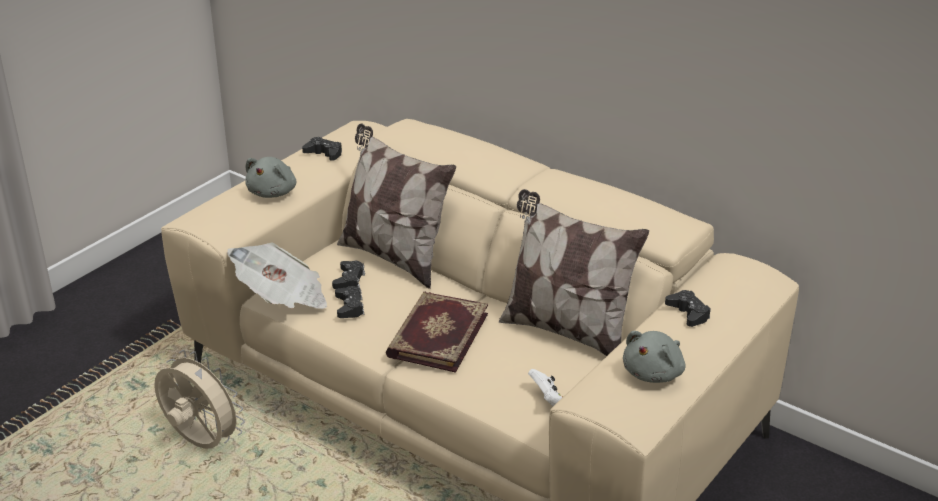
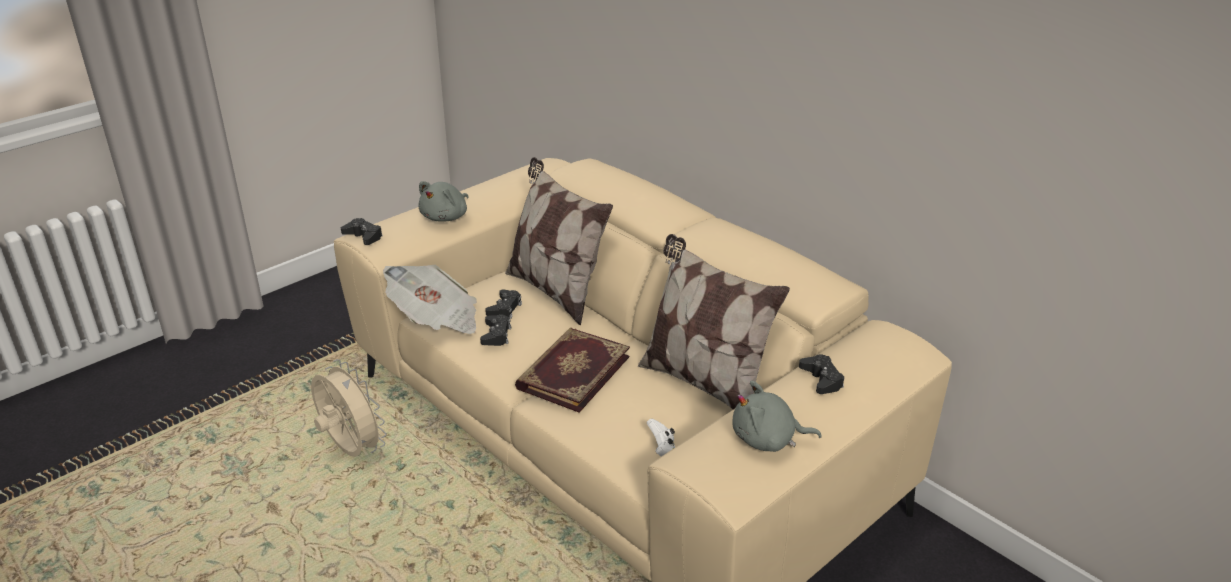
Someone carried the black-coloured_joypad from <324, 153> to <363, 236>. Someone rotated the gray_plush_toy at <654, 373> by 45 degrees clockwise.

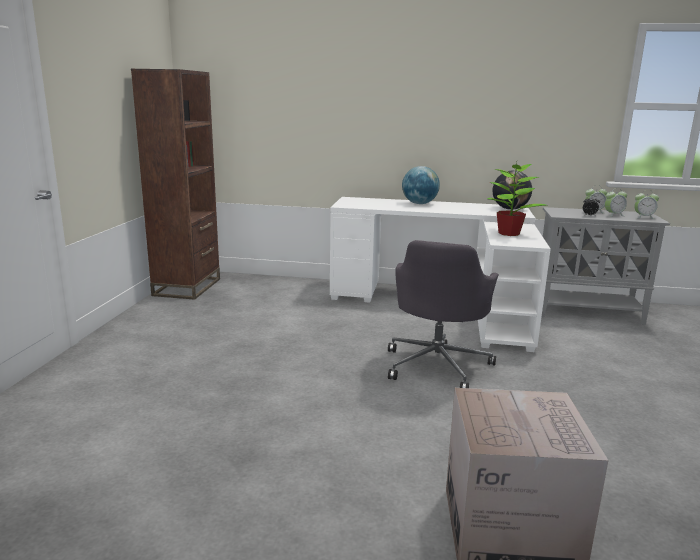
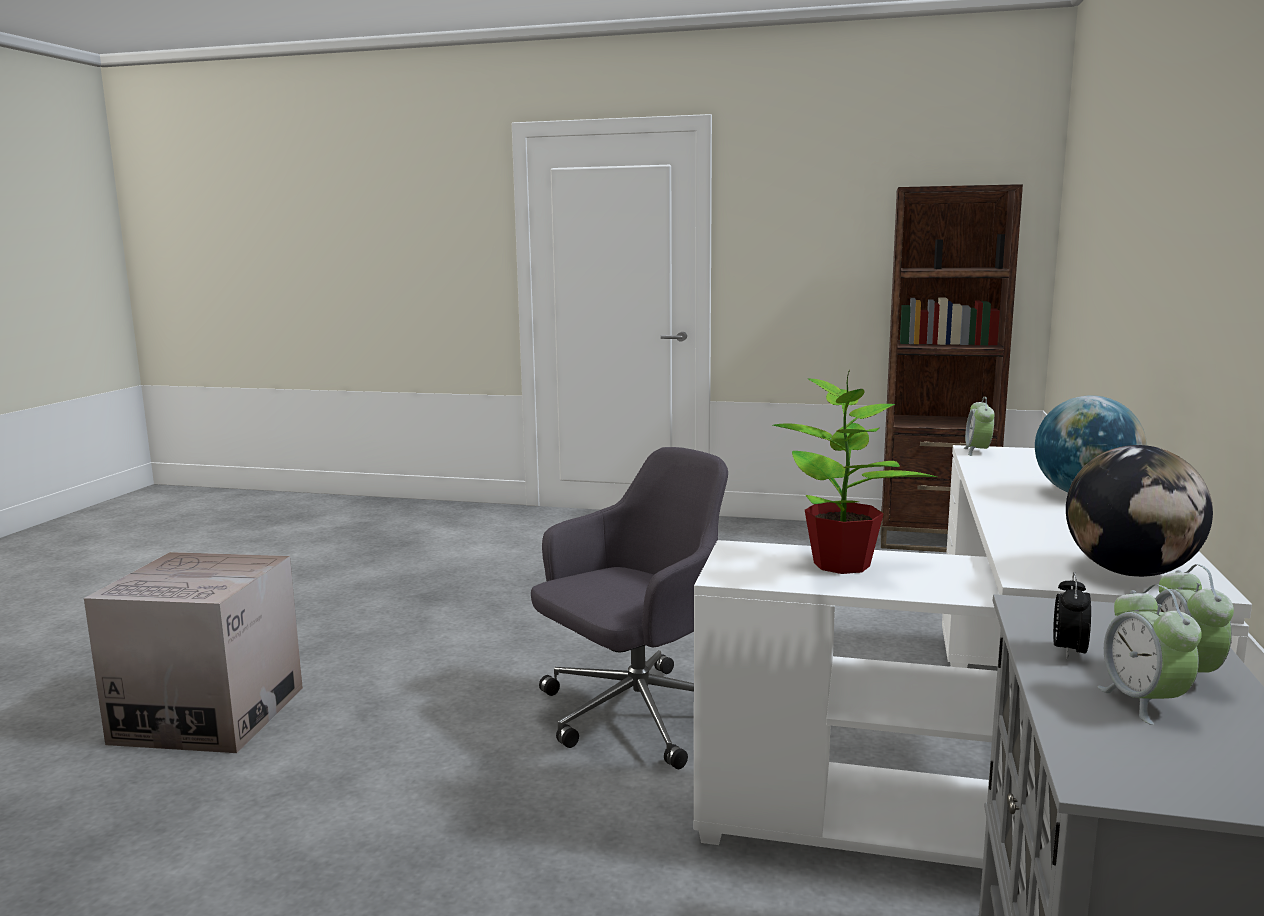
Someone rotated the gray_computer_chair at <437, 365> by 120 degrees clockwise. Someone carried the table_clock from <643, 217> to <977, 452>.

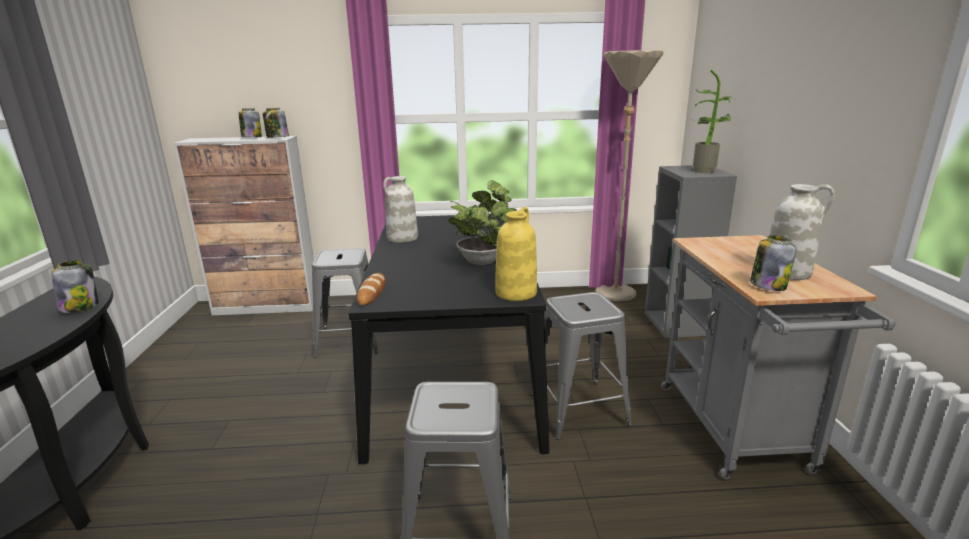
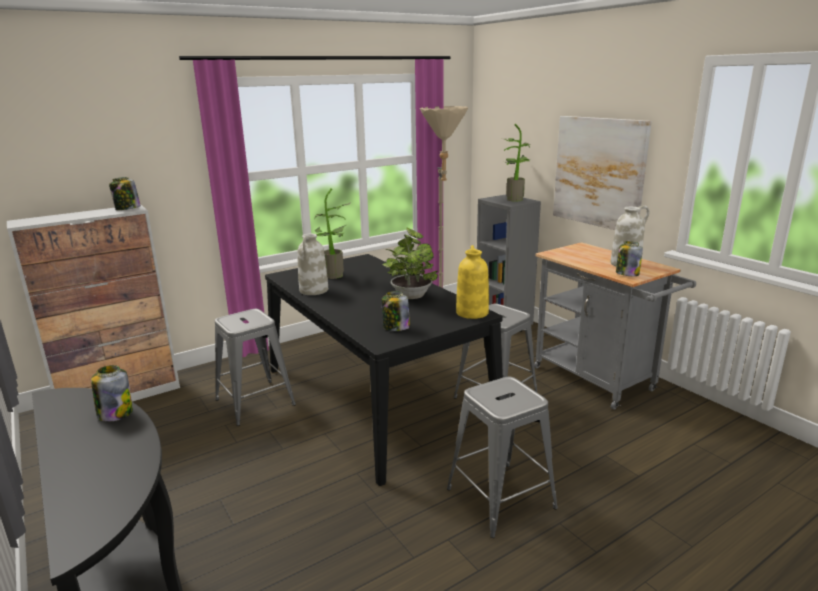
Someone put down the plant_in_a_pot at <334, 276>. Someone carried the jar from <251, 137> to <395, 327>. Someone put up the picture at <599, 172>. Someone took away the bakery_bread at <372, 292>.

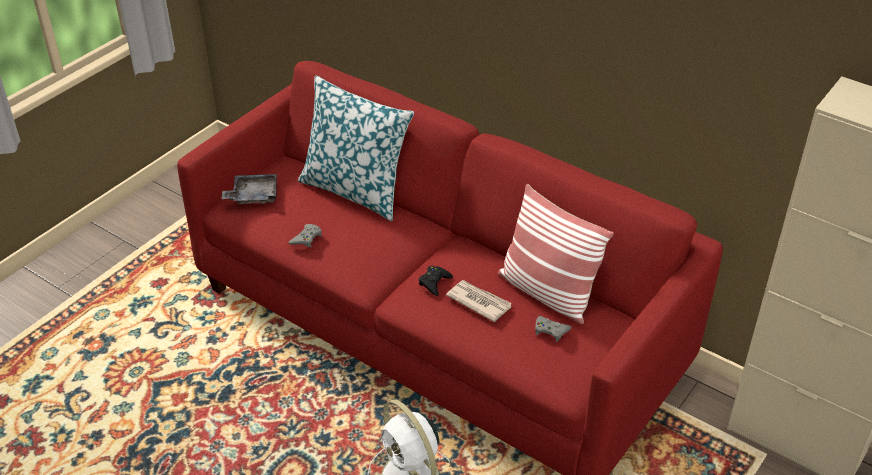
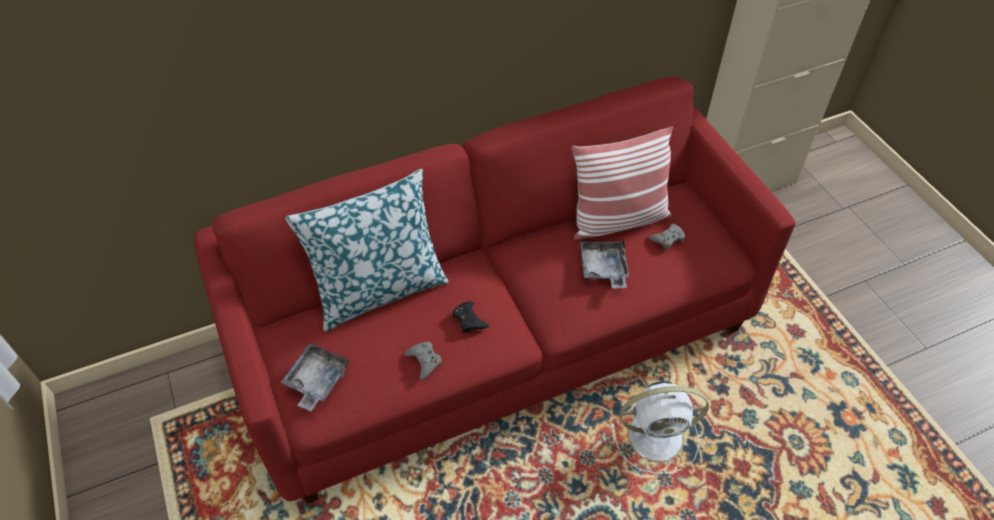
Someone carried the black-coloured_joypad from <434, 282> to <469, 320>. Someone swapped the newspaper at <478, 302> for the gray_carrying_tray at <603, 269>.

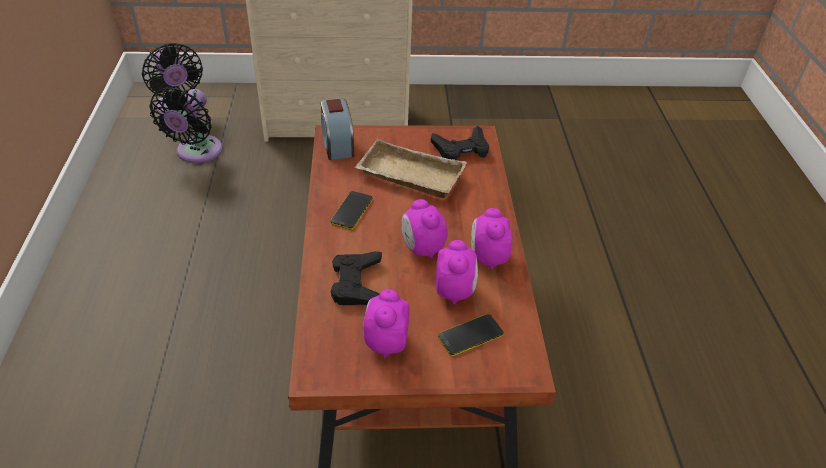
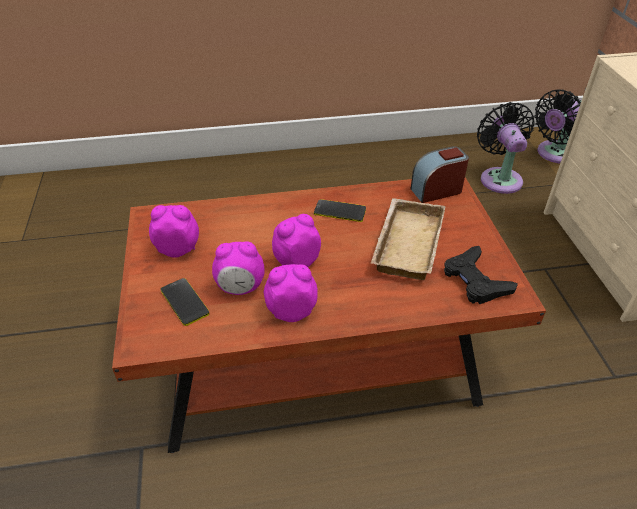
Someone rotated the black-coloured_fan at <197, 153> by 75 degrees clockwise. Someone took away the black-coloured_joypad at <356, 283>.

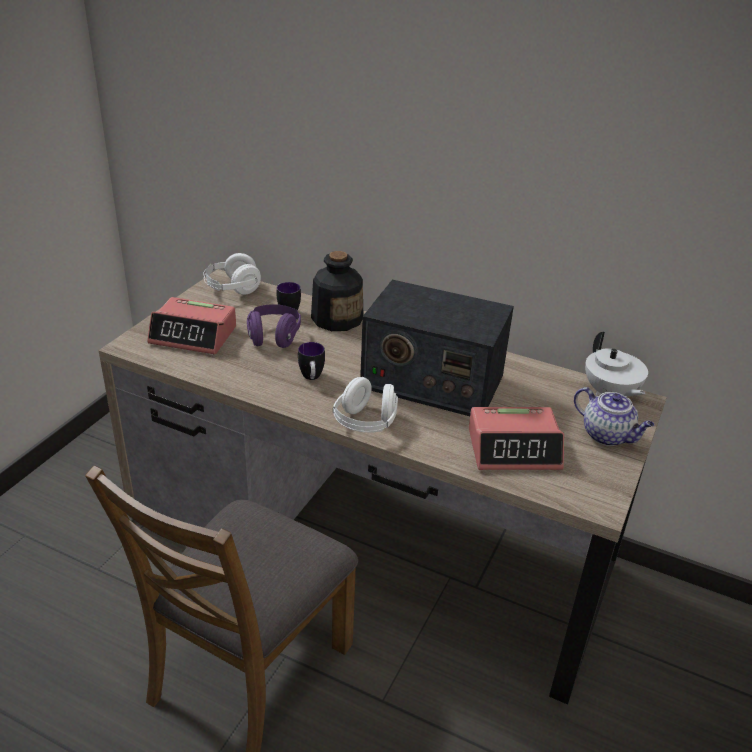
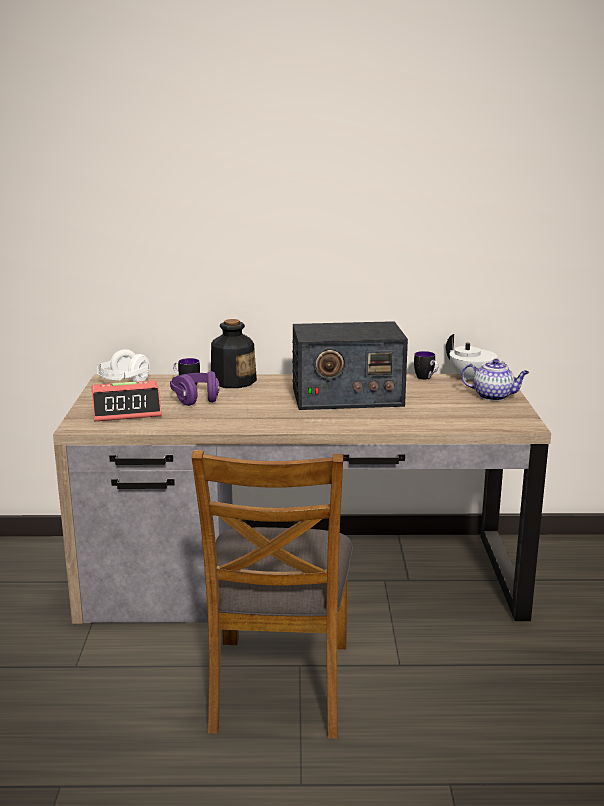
Someone carried the mug from <311, 378> to <426, 378>. Someone took away the white-coloured_headset at <365, 423>. Someone took away the table_clock at <514, 449>.

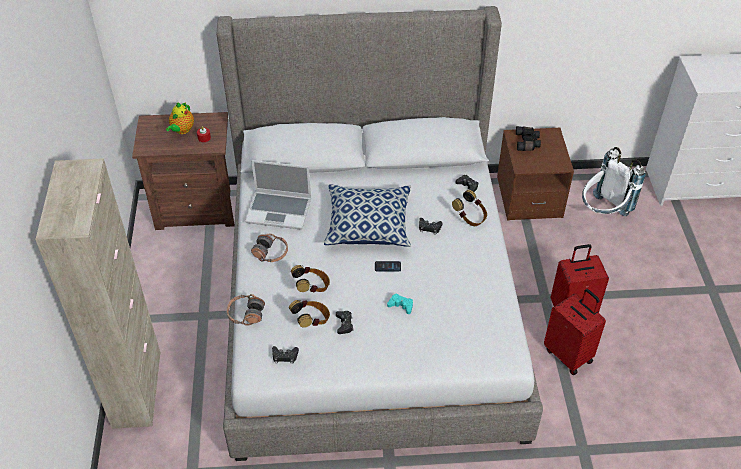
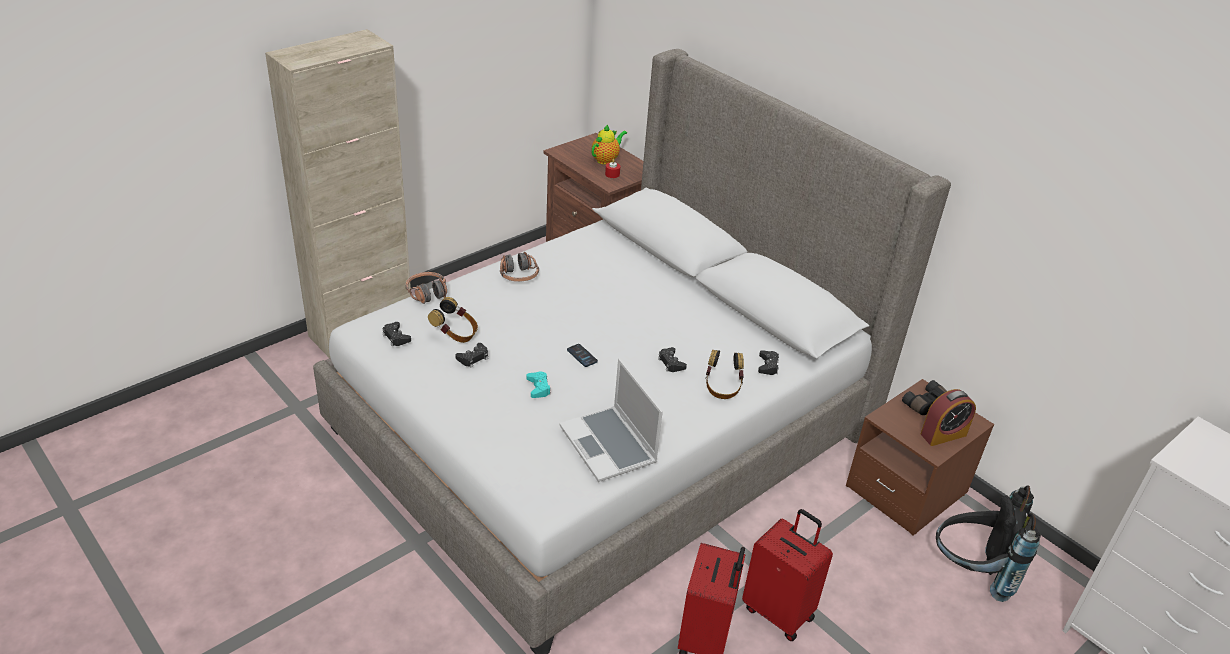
Someone carried the portable_computer from <280, 210> to <609, 445>. Someone rotated the pot_for_tea at <182, 130> by 150 degrees clockwise. Someone put down the table_clock at <943, 434>. Someone repainted the white-coloured_knapsack at <603, 213>, which became the black-coloured_knapsack at <970, 573>. Someone took away the headset at <312, 287>. Someone took away the pillow at <368, 225>.

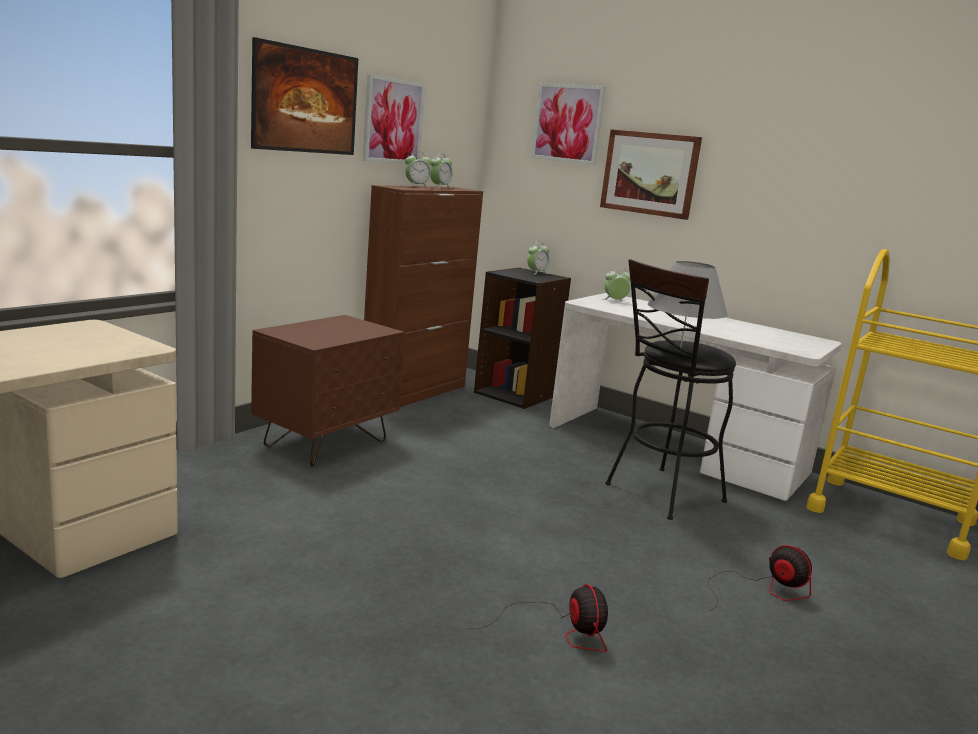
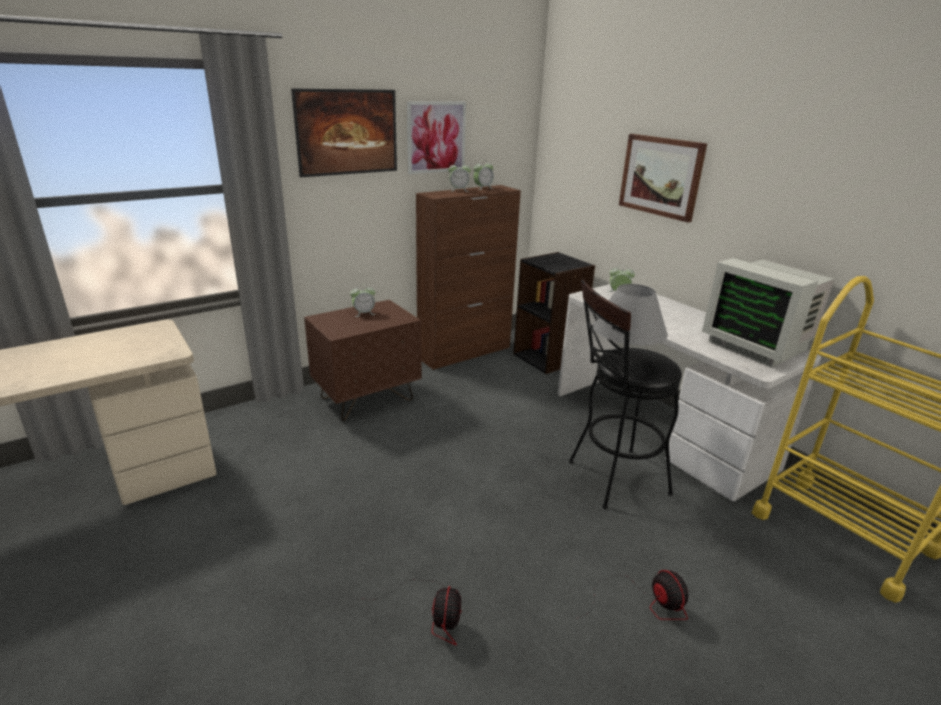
Someone carried the table_clock from <536, 273> to <364, 313>. Someone put down the computer_display at <757, 345>. Someone took away the picture at <568, 123>.

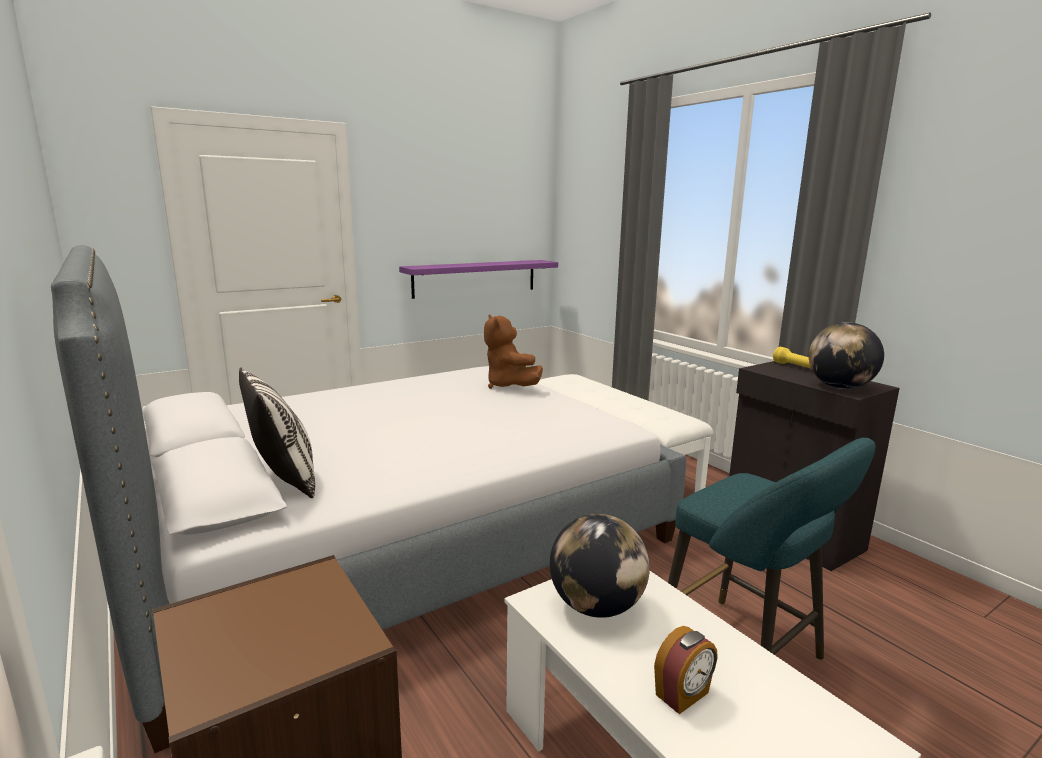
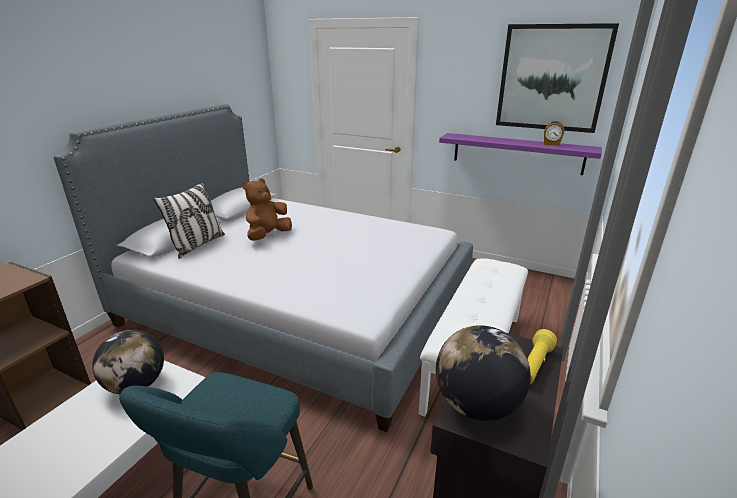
Someone carried the brown_plush_toy from <509, 386> to <268, 236>. Someone put up the picture at <552, 78>. Someone carried the table_clock from <683, 695> to <551, 144>.

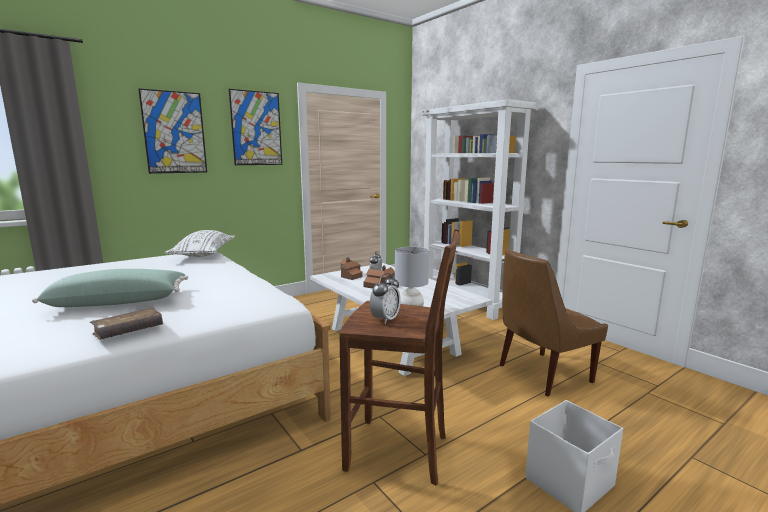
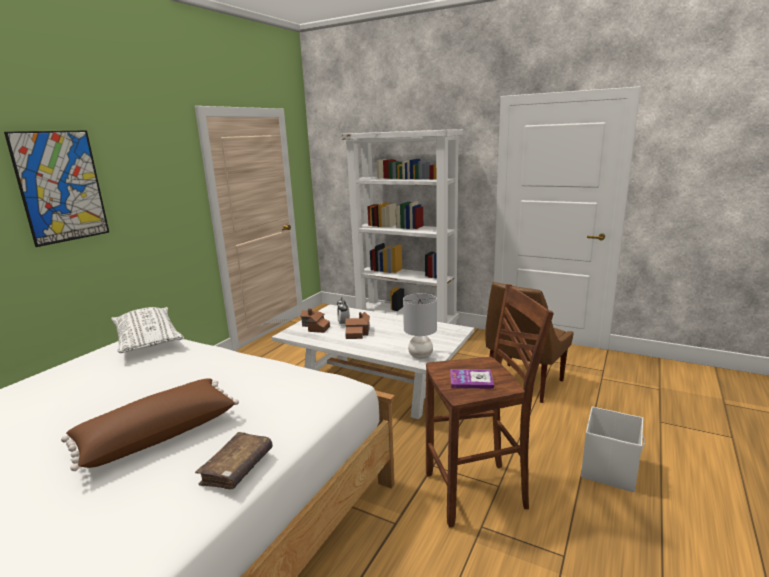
Someone repainted the greenish_pillow at <119, 302>, which became the brown_pillow at <157, 434>. Someone swapped the table_clock at <385, 319> for the bound_book at <471, 380>. Someone took away the picture at <256, 128>.

